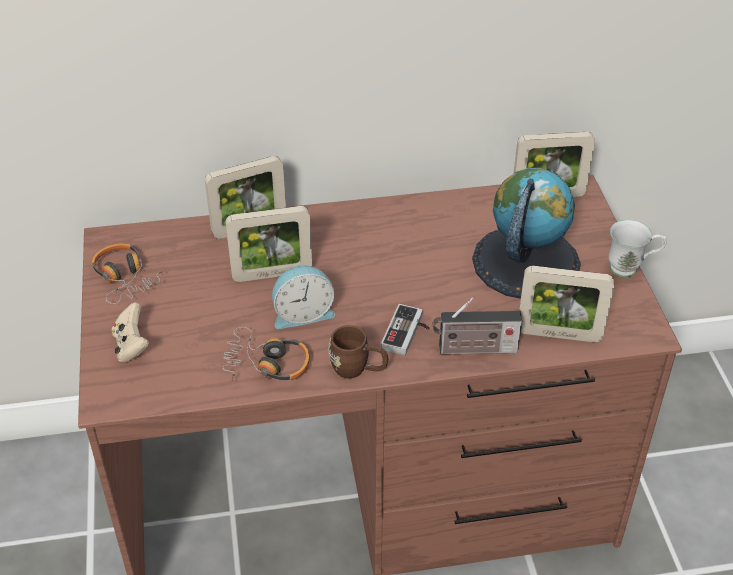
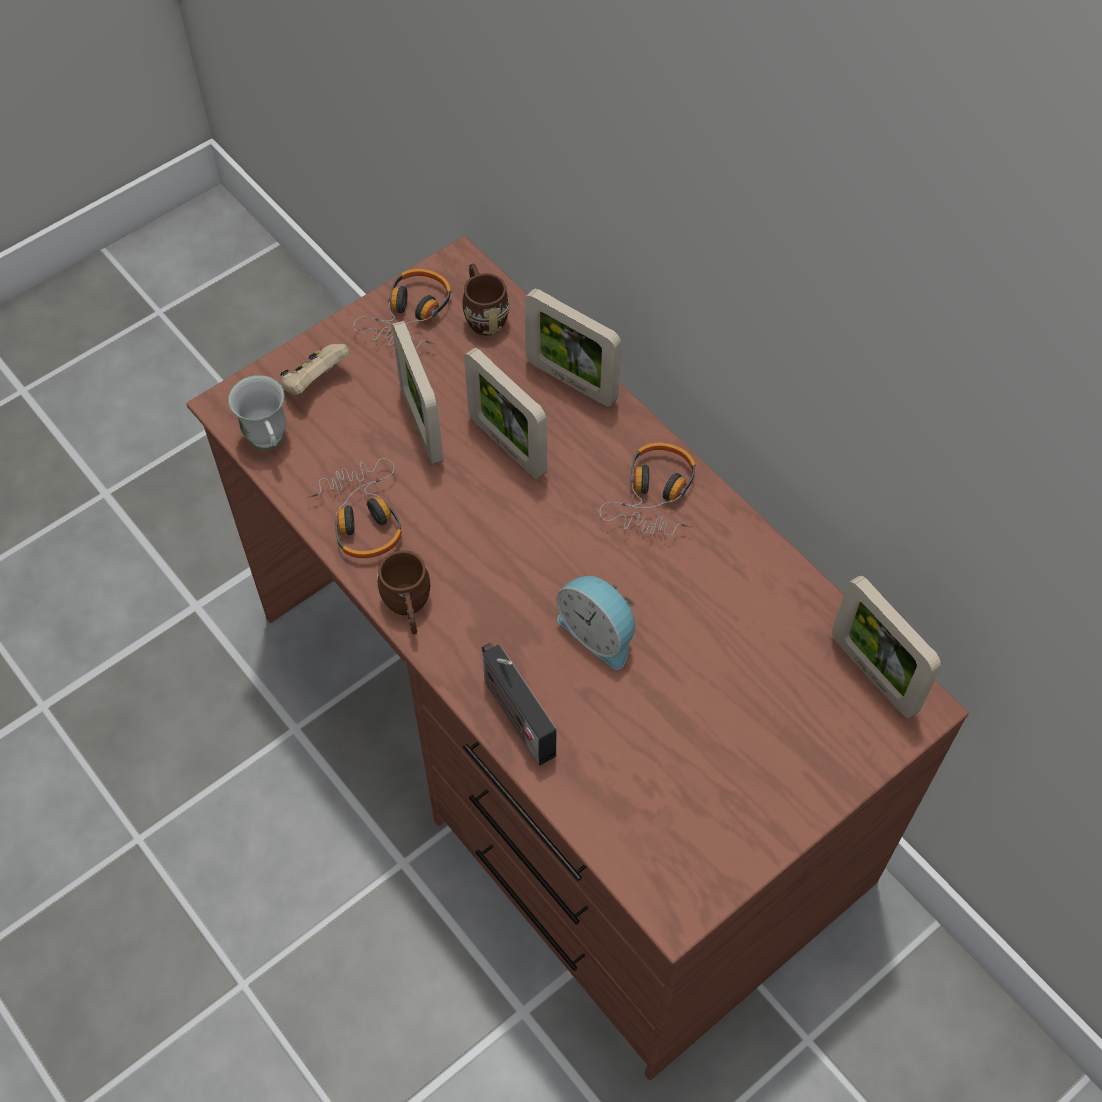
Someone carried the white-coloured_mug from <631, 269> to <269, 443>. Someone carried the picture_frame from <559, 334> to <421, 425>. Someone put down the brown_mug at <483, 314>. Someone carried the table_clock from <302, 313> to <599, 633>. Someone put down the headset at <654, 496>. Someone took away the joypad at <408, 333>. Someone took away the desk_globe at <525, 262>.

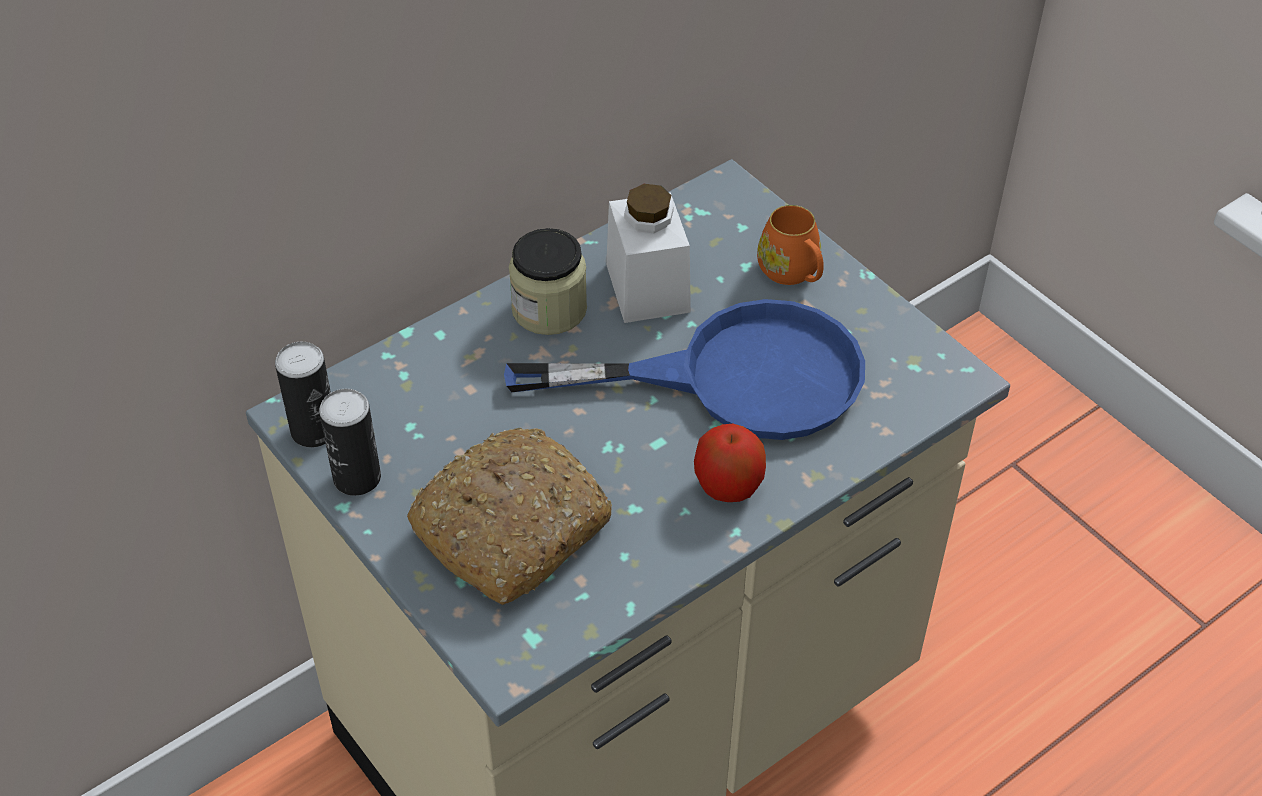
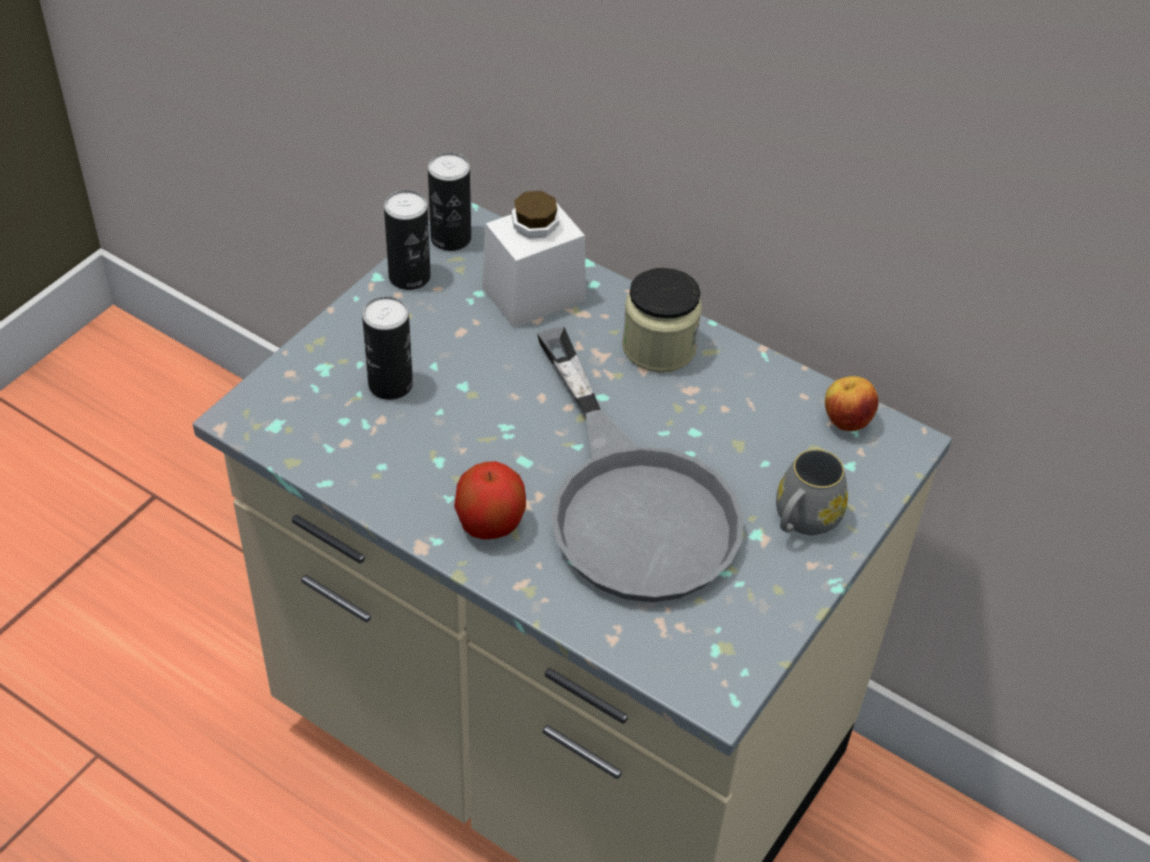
Someone swapped the bakery_bread at <512, 526> for the sealed_can at <390, 384>. Someone carried the white-coloured_jar from <647, 288> to <533, 294>. Someone repainted the blue-coloured_frying_pan at <735, 378>, which became the gray_frying_pan at <632, 502>. Someone repainted the orange_mug at <793, 273>, which became the gray_mug at <802, 520>. Someone put down the whole_apple at <846, 421>.

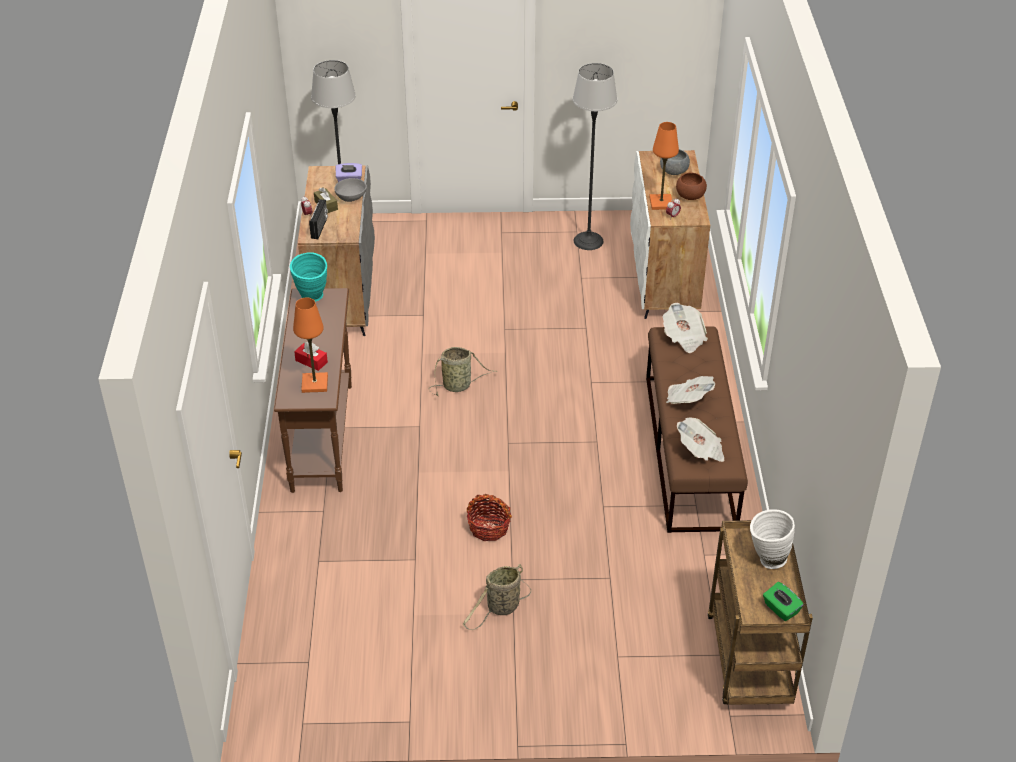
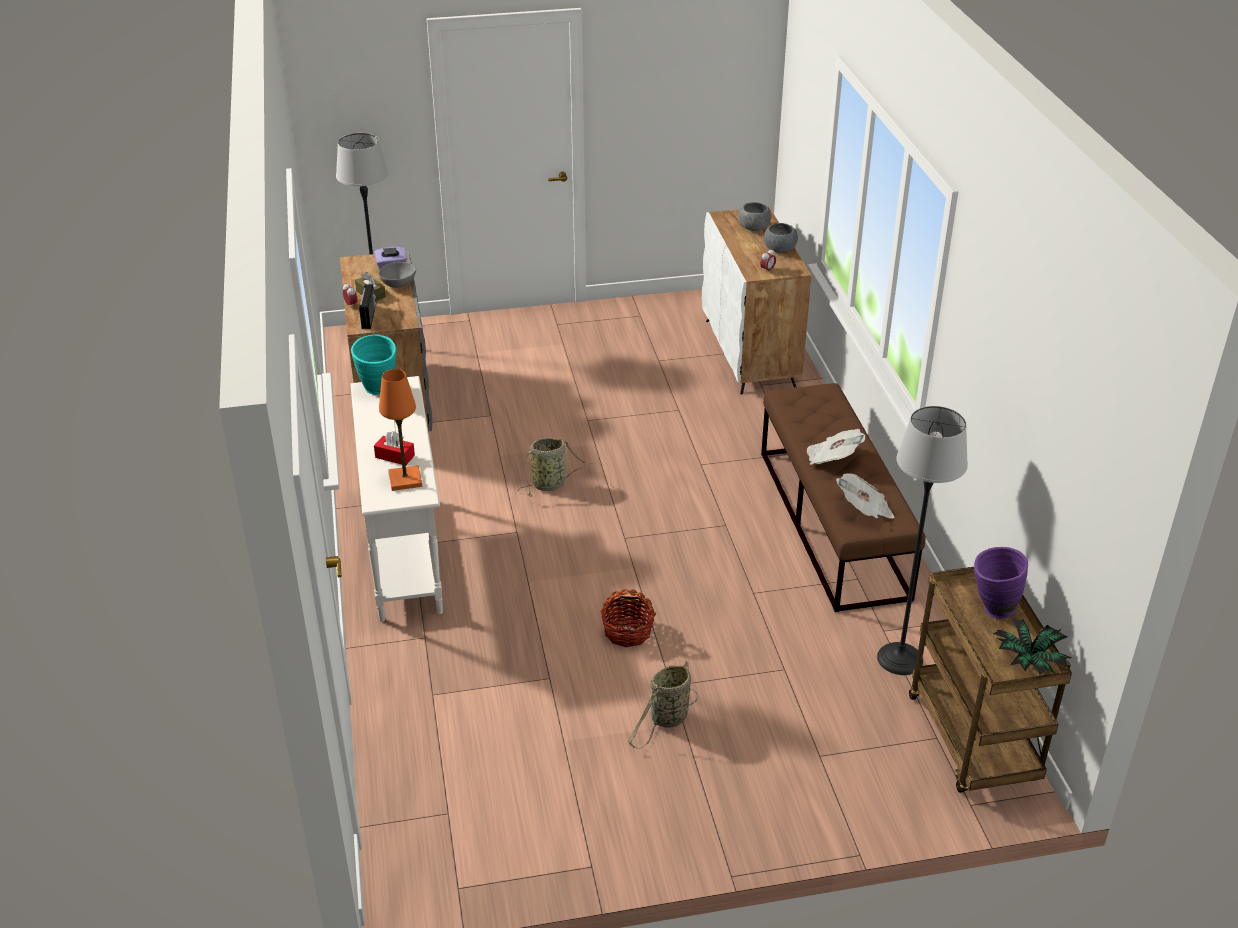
Someone repainted the brown_console_table at <322, 437>, which became the white-coloured_console_table at <404, 556>. Someone repainted the brown_serving_bowl at <690, 196>, which became the gray_serving_bowl at <779, 249>. Someone carried the floor_lamp from <588, 241> to <900, 659>. Someone repainted the white-coloured_decorative_vase at <766, 559>, which became the purple-coloured_decorative_vase at <991, 609>. Someone swapped the greenish_tissue_holder at <780, 609> for the plant_in_a_pot at <1028, 661>. Someone took away the orange_lamp_for_a_table at <661, 203>. Someone took away the newspaper at <684, 337>.

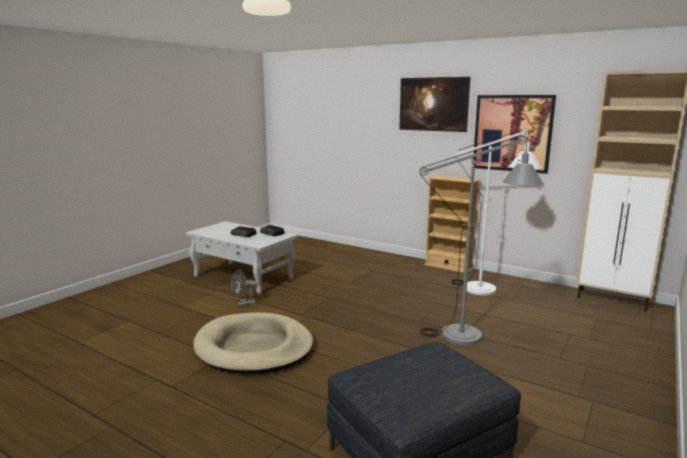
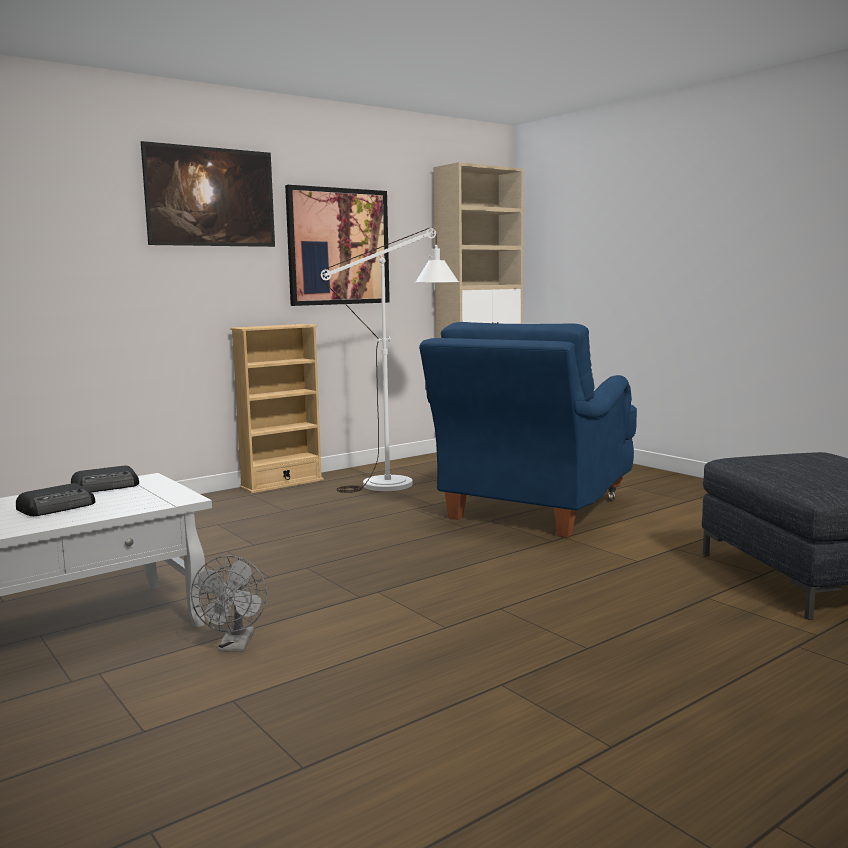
Someone swapped the gray_floor_lamp at <473, 336> for the blue-coloured_lounge_chair at <532, 511>. Someone took away the beige-coloured_pet_bed at <254, 348>.

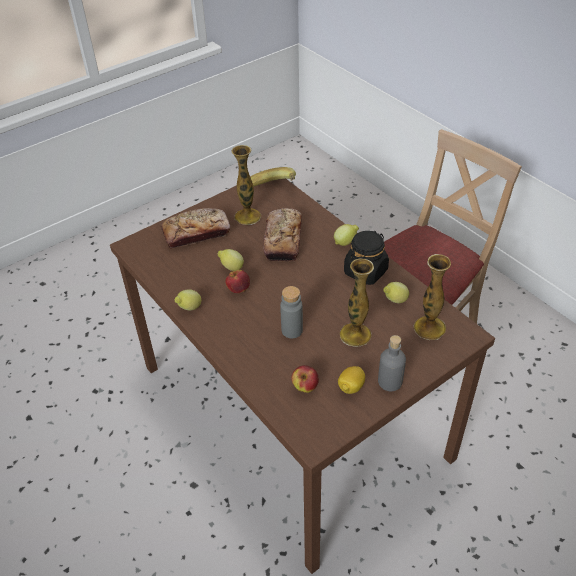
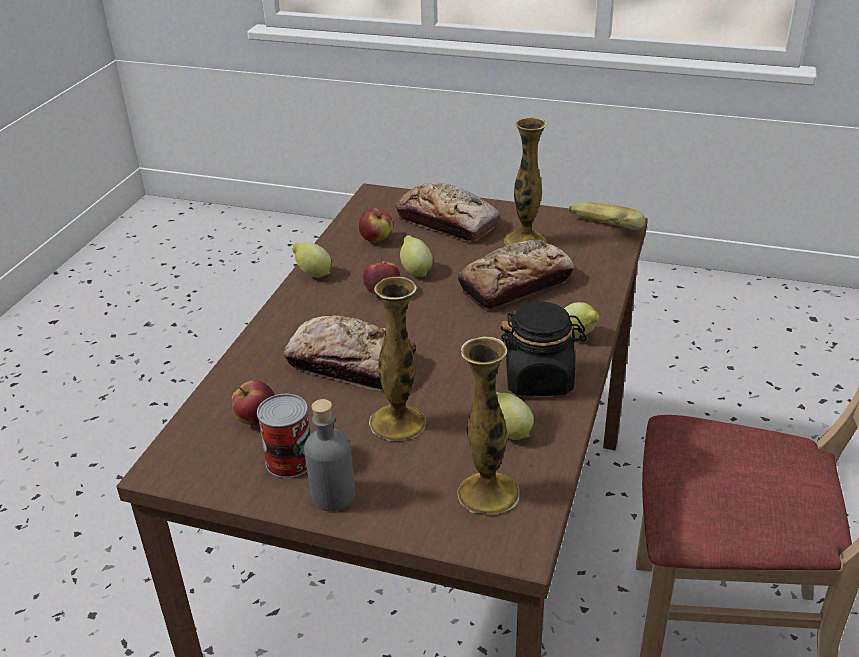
Someone swapped the citrus_fruit at <351, 387> for the sealed_can at <290, 461>. Someone swapped the gray_beverage_bottle at <292, 330> for the bakery_bread at <351, 364>. Someone put down the whole_apple at <376, 239>.

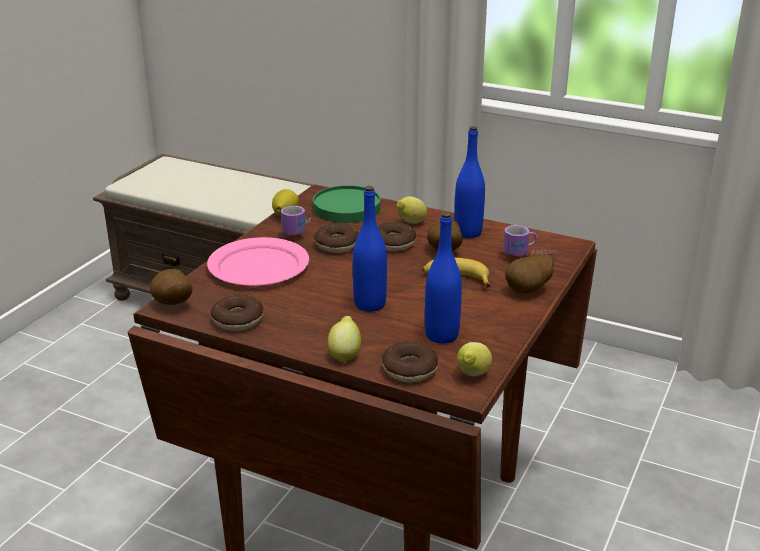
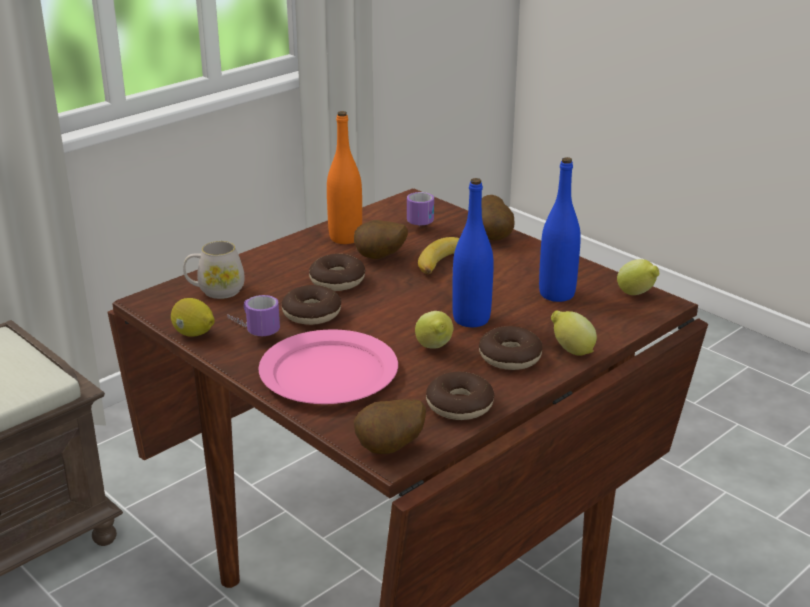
Someone swapped the greenish_dinner_plate at <347, 208> for the white-coloured_mug at <215, 291>. Someone repainted the blue-coloured_beverage_bottle at <468, 232>, which became the orange_beverage_bottle at <345, 238>. Someone carried the citrus_fruit from <410, 223> to <434, 348>. Someone carried the doughnut from <410, 370> to <510, 357>.

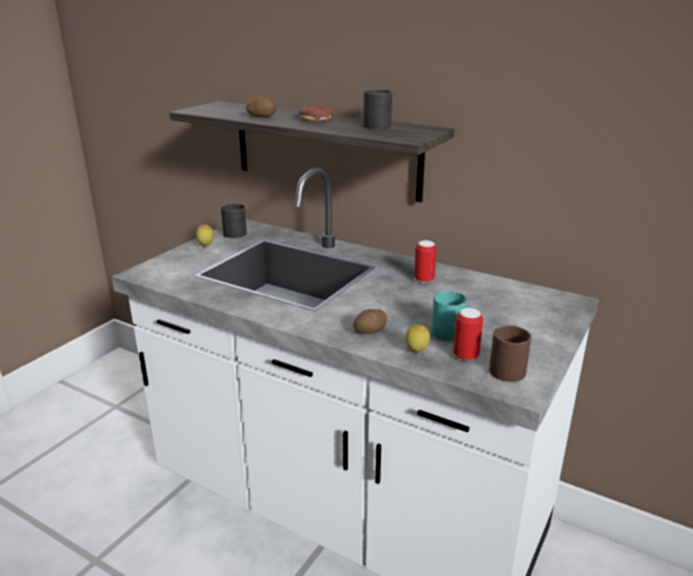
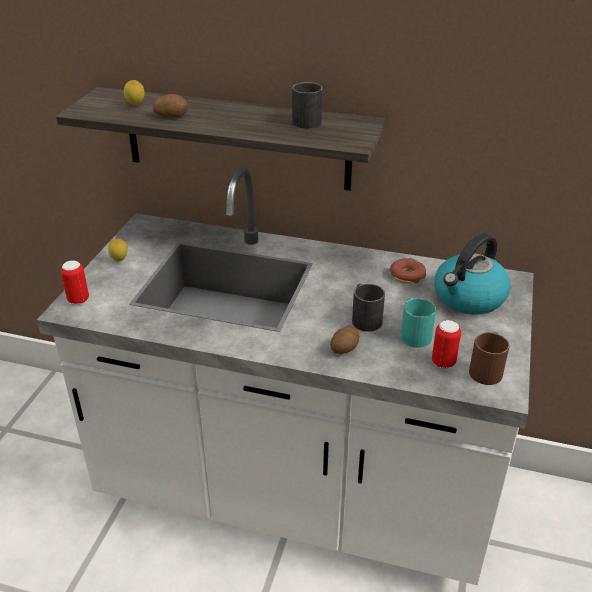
Someone carried the sealed_can from <424, 280> to <78, 300>. Someone carried the citrus_fruit from <416, 352> to <136, 106>. Someone carried the black-coloured_mug from <235, 232> to <364, 318>. Someone carried the doughnut from <316, 119> to <407, 276>. Someone put down the water_kettle at <468, 298>.

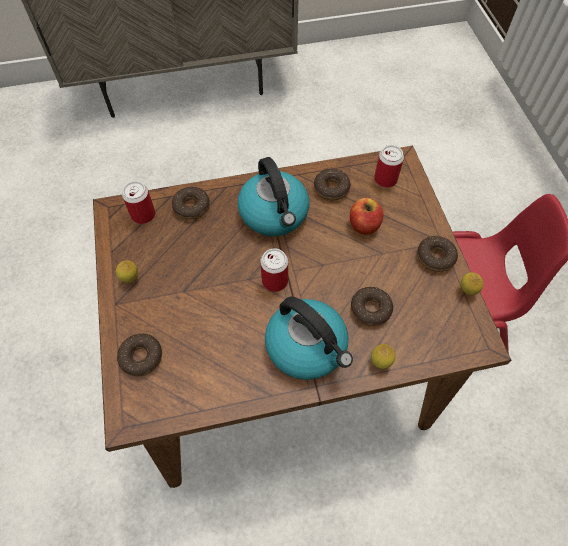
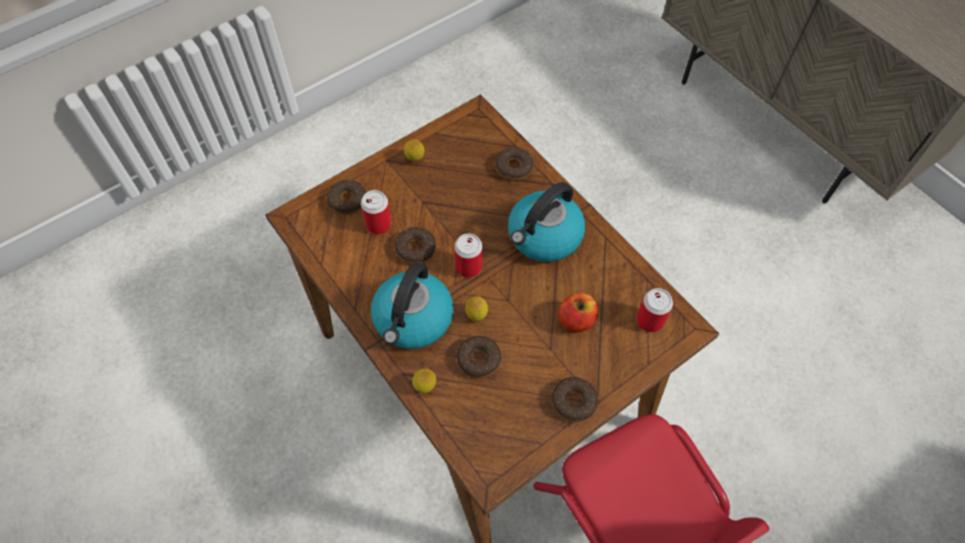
Someone carried the sealed_can from <143, 215> to <378, 224>. Someone carried the doughnut from <331, 188> to <415, 249>. Someone carried the citrus_fruit from <467, 291> to <476, 316>.

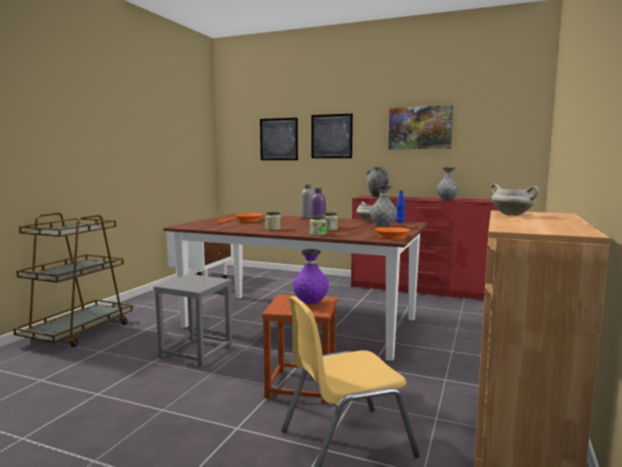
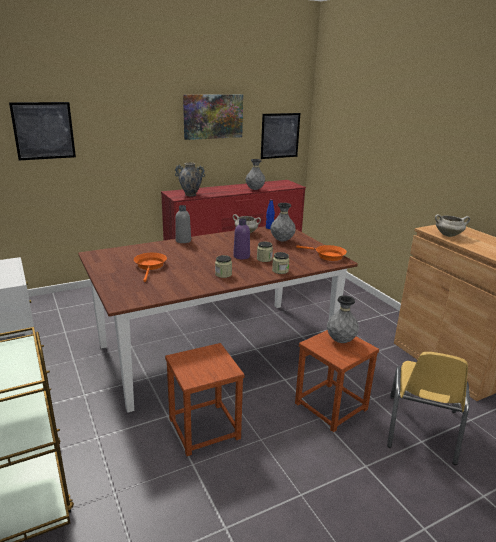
Someone repainted the gray_stool_seat at <195, 352>, which became the brown_stool_seat at <204, 429>. Someone carried the picture from <331, 136> to <280, 135>. Someone repainted the purple-coloured_decorative_vase at <310, 303>, which became the gray_decorative_vase at <341, 341>.

